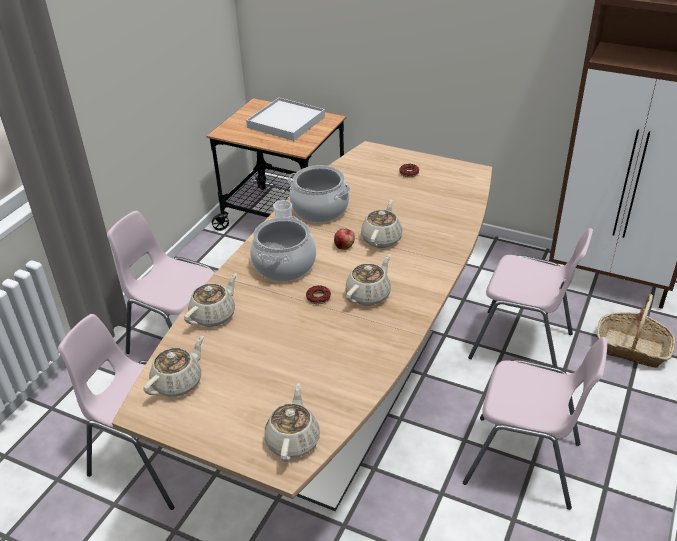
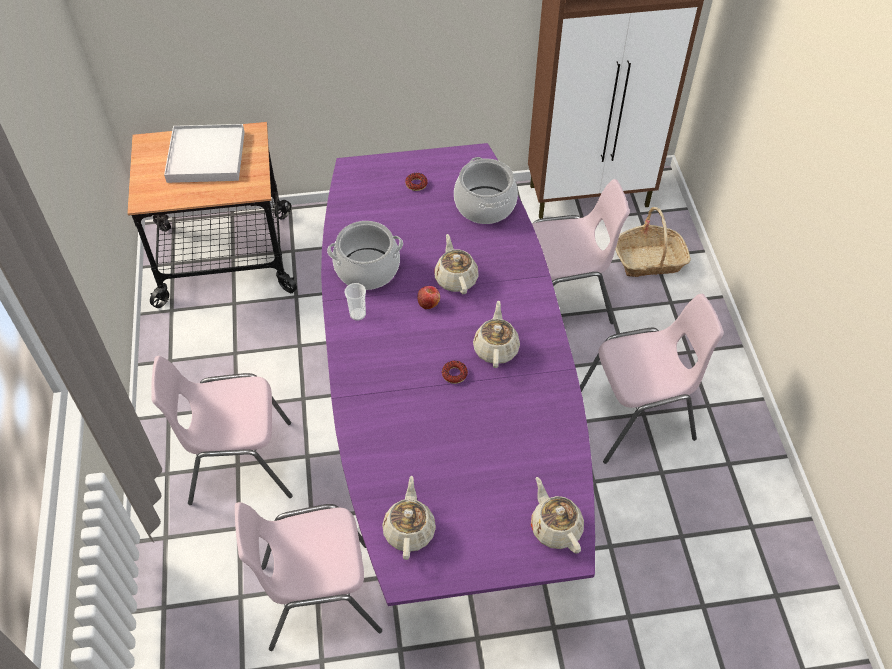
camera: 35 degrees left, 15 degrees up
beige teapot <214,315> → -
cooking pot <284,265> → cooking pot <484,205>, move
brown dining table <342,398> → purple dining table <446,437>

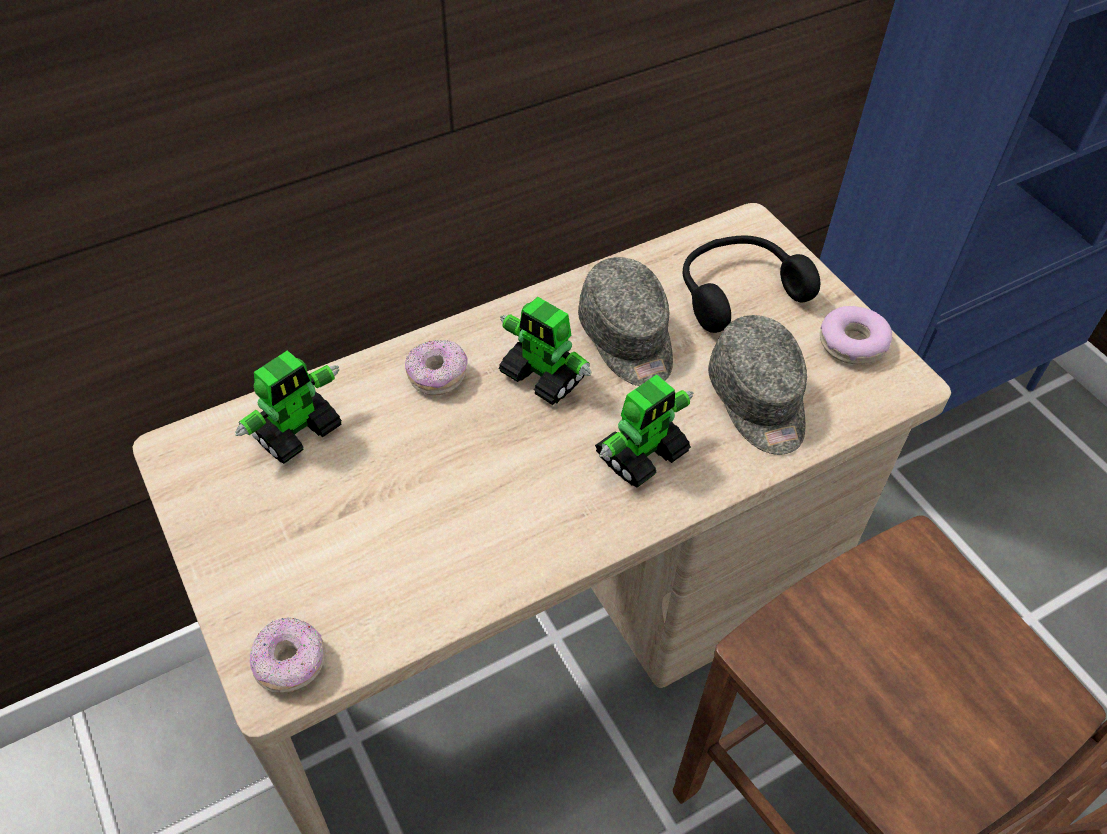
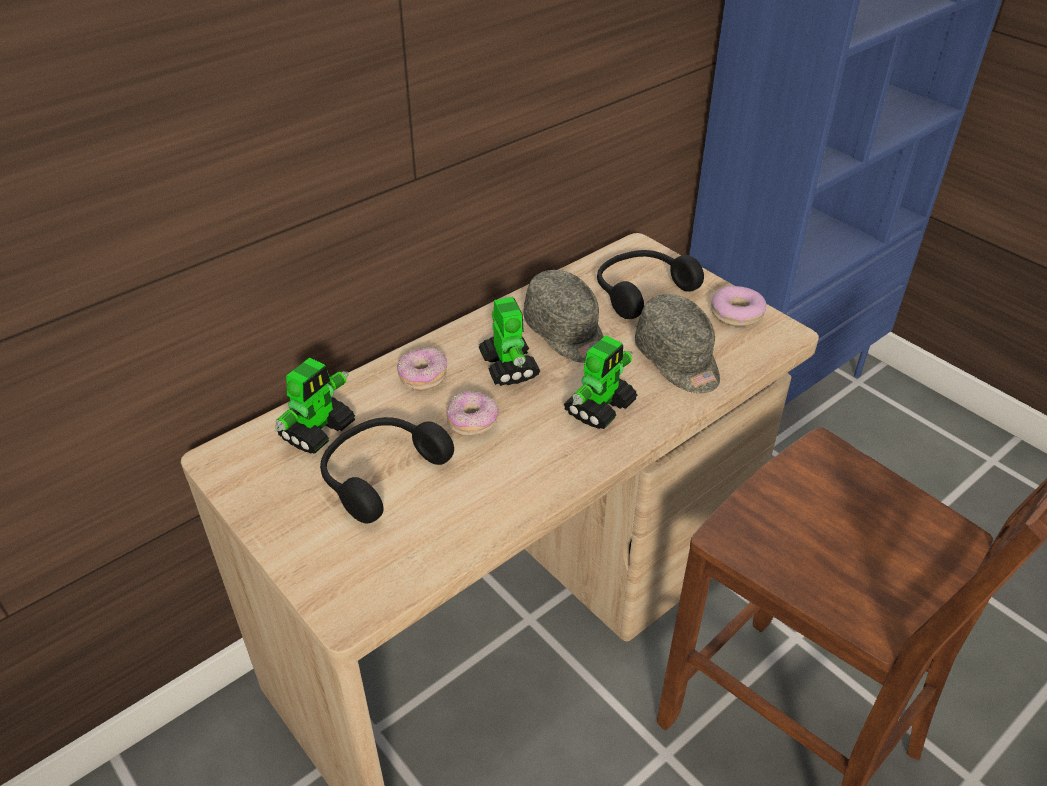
camera: 10 degrees left, 10 degrees down
- → black headphones <380,474>
donut <291,663> → donut <472,423>, move
toy robot <544,376> → toy robot <508,366>, 135 degrees counterclockwise

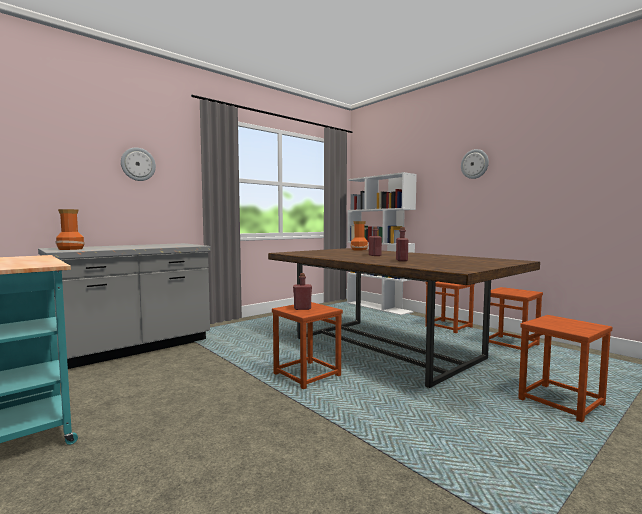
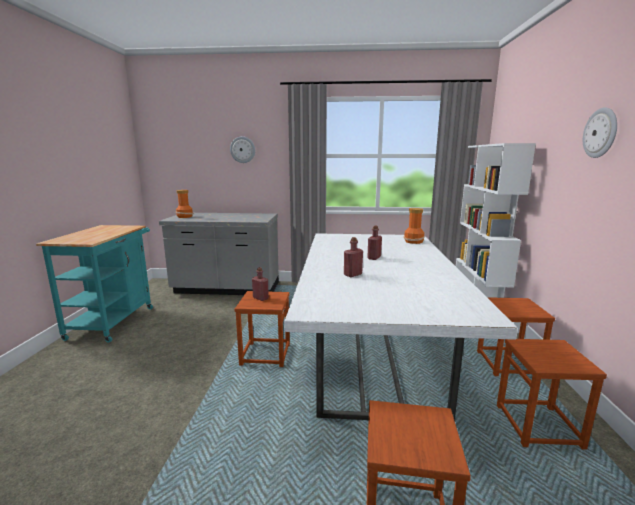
camera: 45 degrees right, 10 degrees up
brown dining table <386,348> → white dining table <374,359>

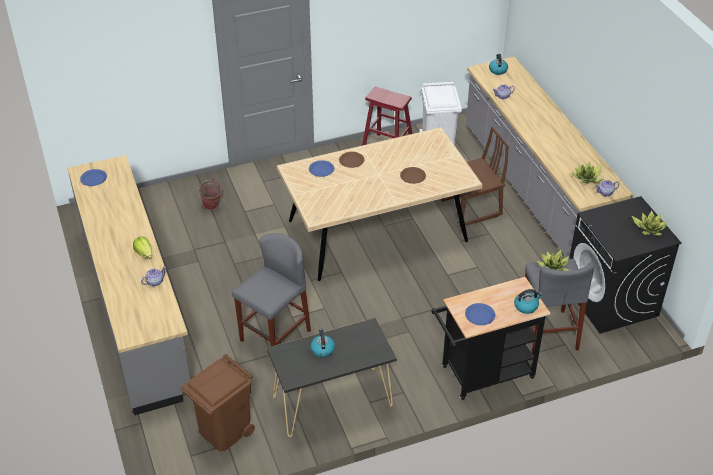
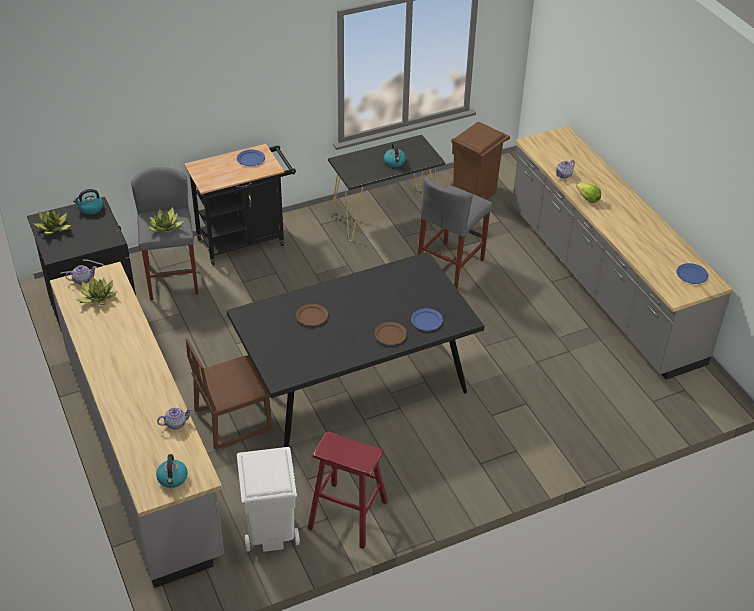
camera: 175 degrees right, 0 degrees up
bucket <211,207> → -
kettle <526,306> → kettle <90,209>, move
beige dining table <377,231> → black dining table <355,382>

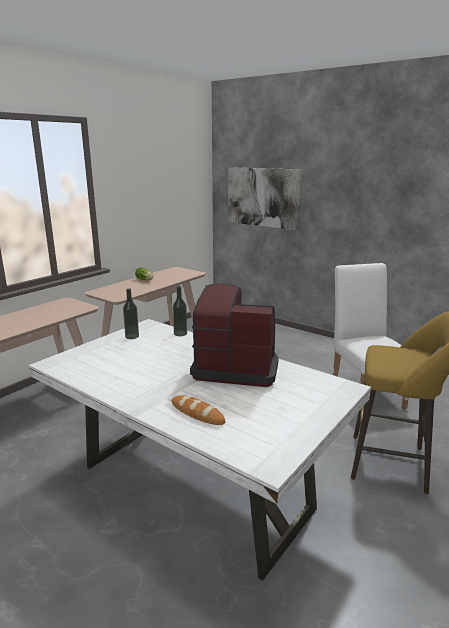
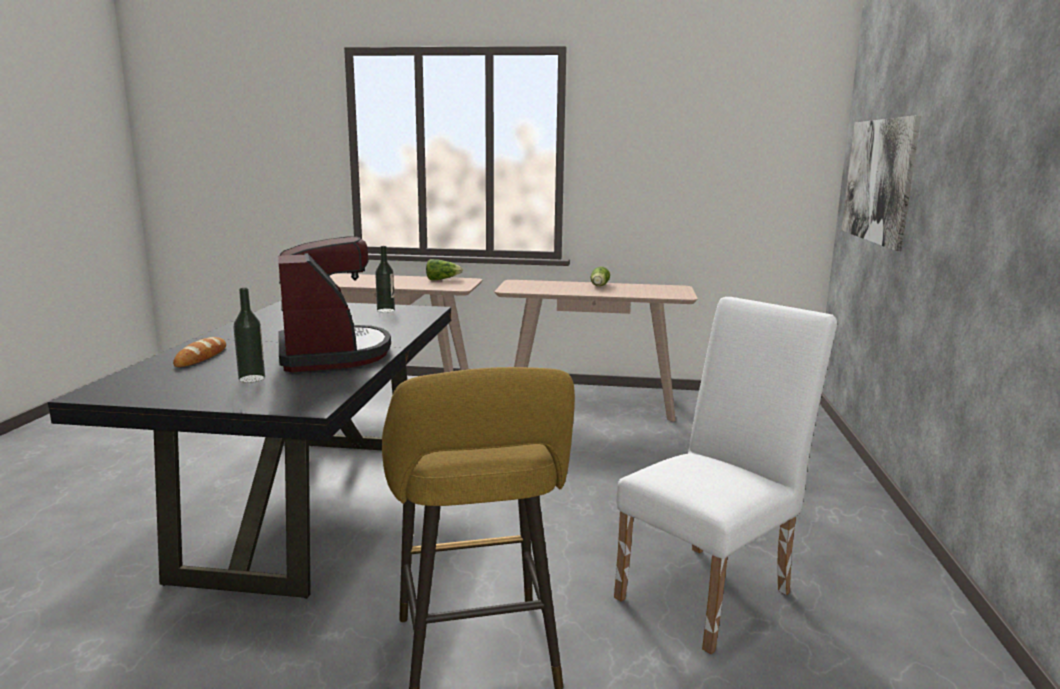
camera: 60 degrees right, 5 degrees down
- → lettuce <442,279>
bottle <180,333> → bottle <252,379>, move
white dining table <193,487> → black dining table <309,505>

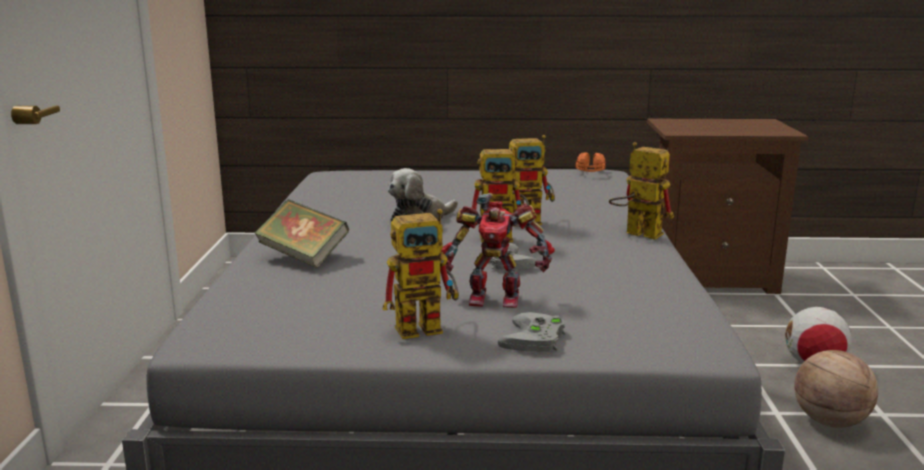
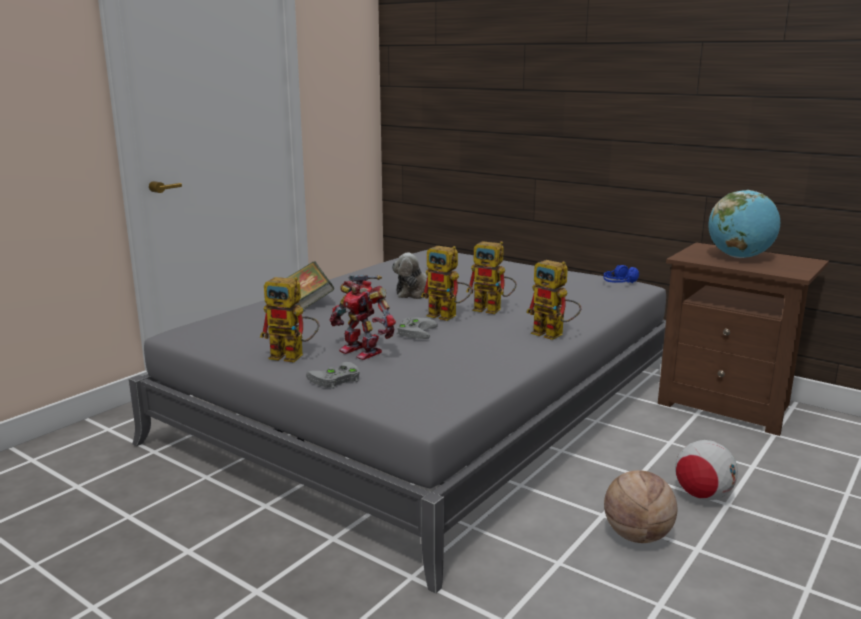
camera: 35 degrees right, 0 degrees up
- → globe <739,257>
orange headphones <590,172> → blue headphones <619,283>
toy robot <635,233> → toy robot <554,335>, 150 degrees clockwise

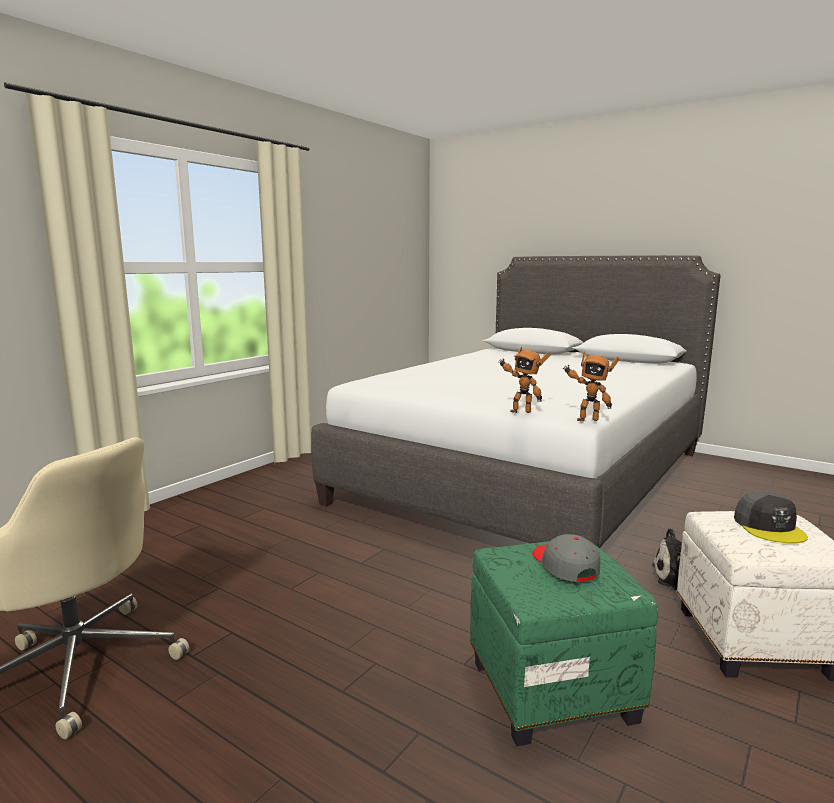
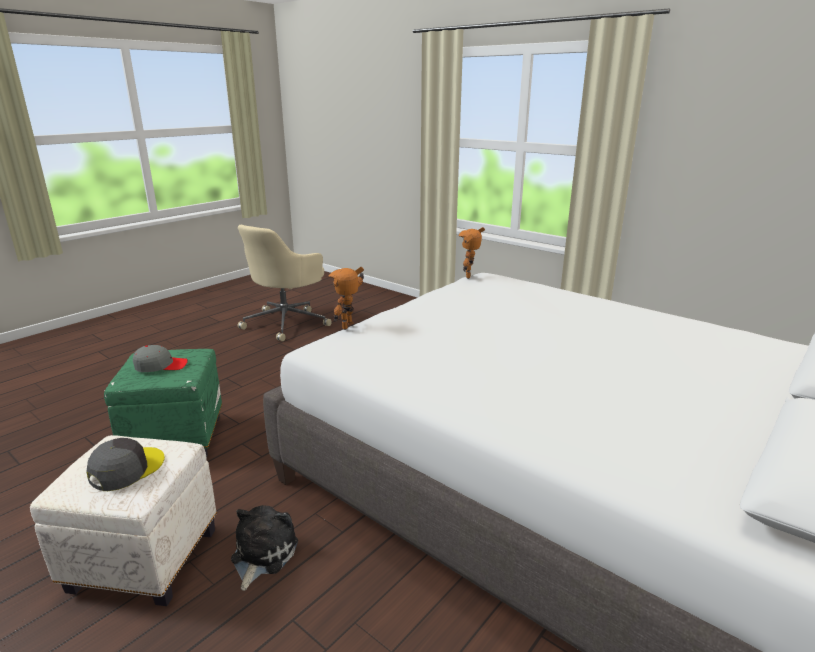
camera: 95 degrees right, 10 degrees up
toy robot <586,419> → toy robot <470,276>, move
grey cap <769,527> → grey cap <126,469>, 120 degrees clockwise

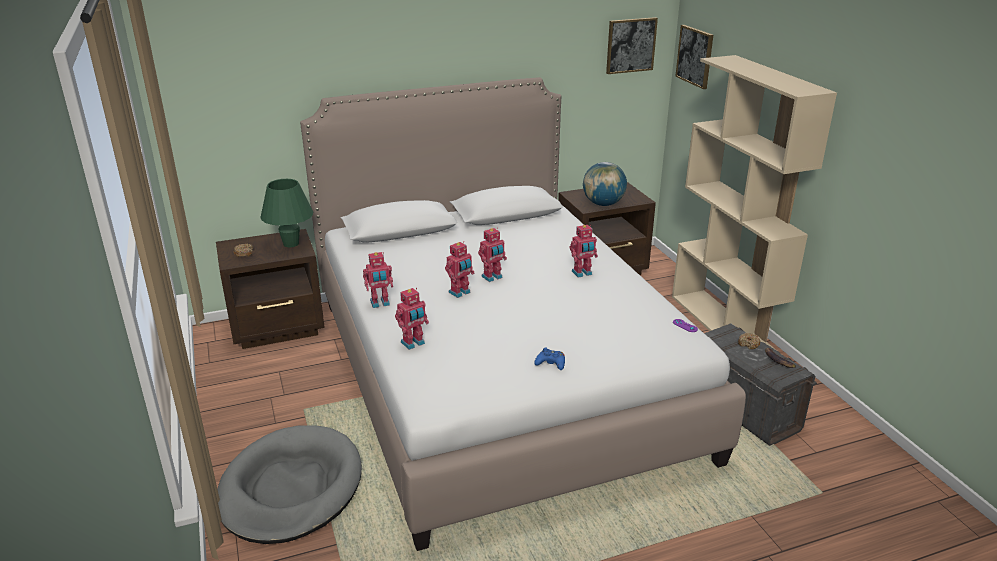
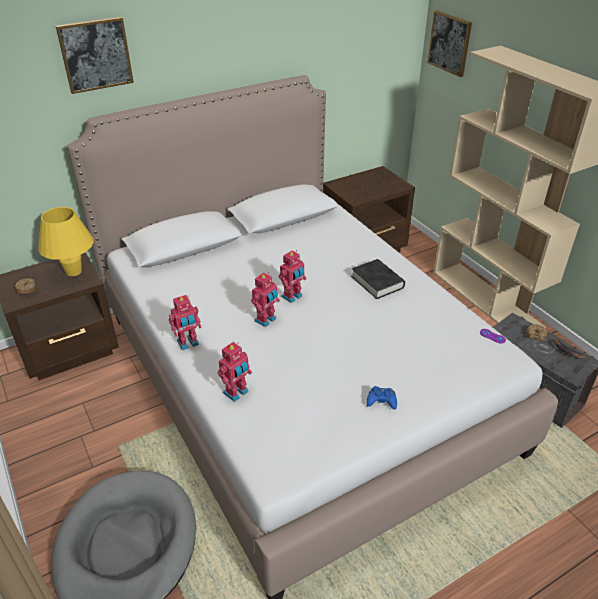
camera: 10 degrees left, 10 degrees up
globe <603,204> → -
picture <630,45> → picture <95,55>, move
toy robot <582,273> → black book <377,282>
green table lamp <291,244> → yellow table lamp <74,271>

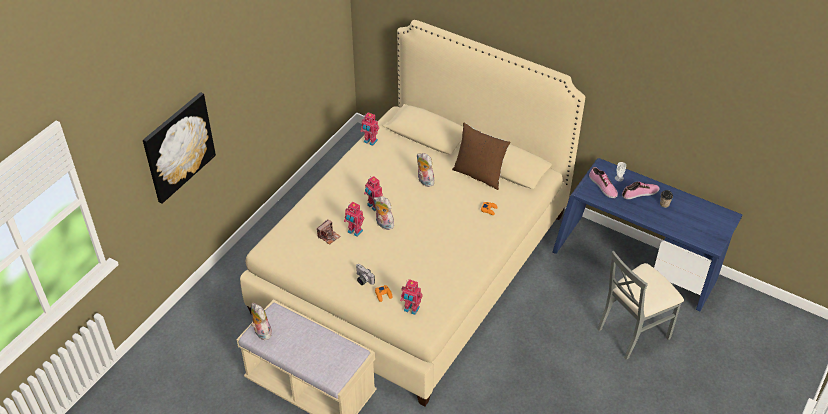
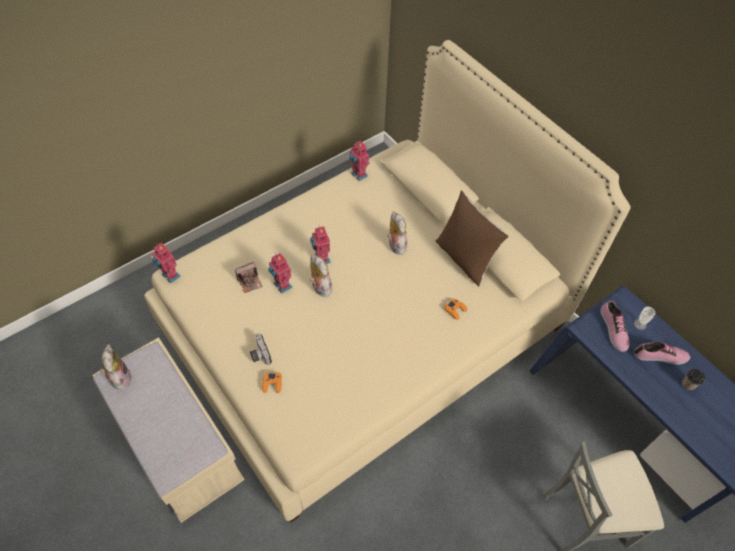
camera: 20 degrees right, 10 degrees up
picture <178,147> → -
toy robot <411,309> → toy robot <170,276>, move

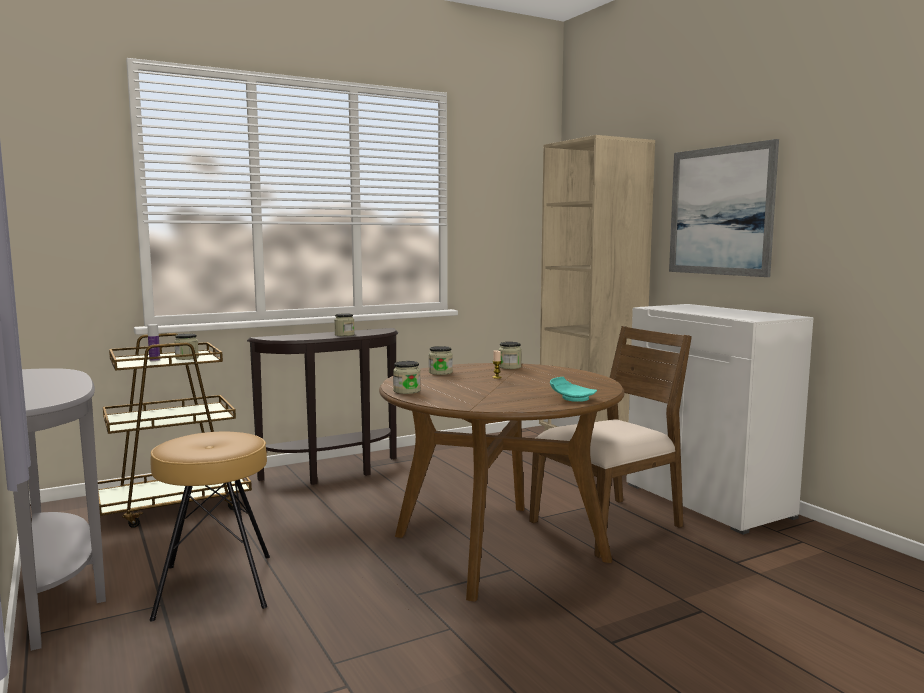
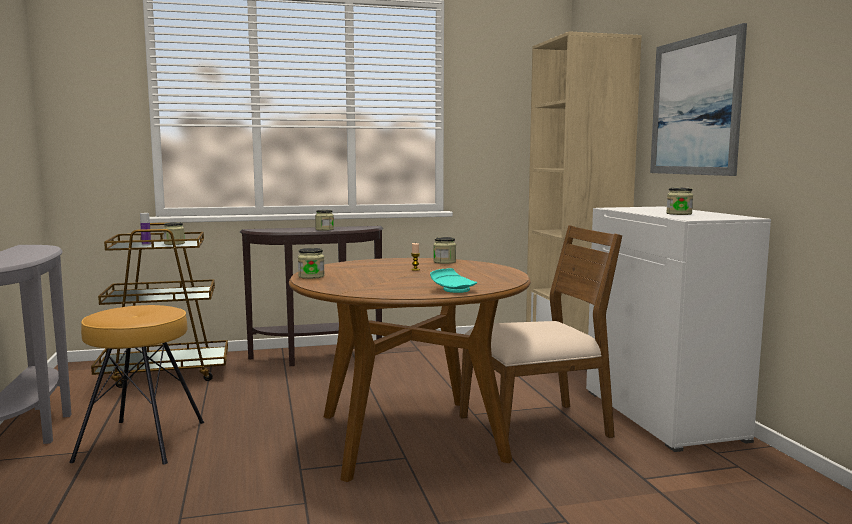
camera: 15 degrees right, 0 degrees up
jar <440,372> → jar <679,214>, move

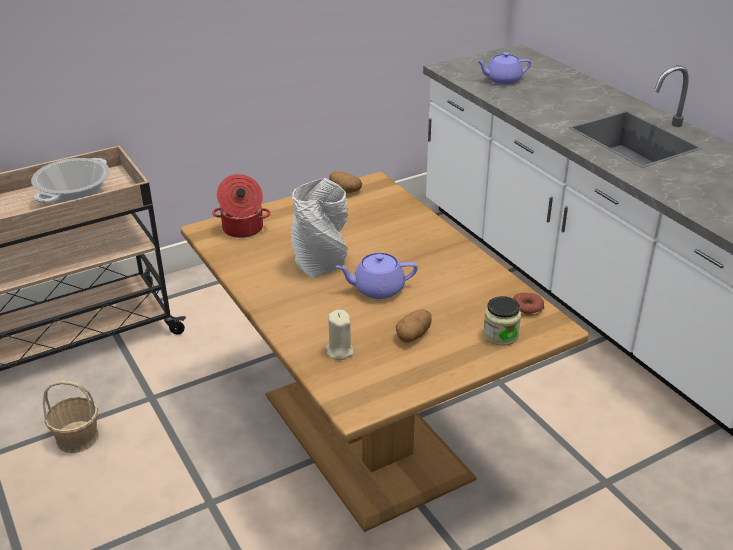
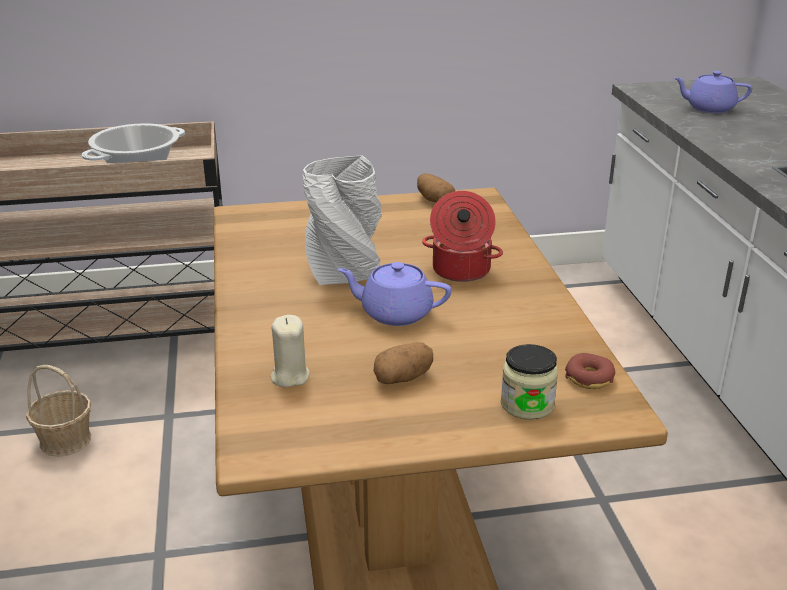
camera: 20 degrees right, 5 degrees down
cooking pot <242,229> → cooking pot <460,271>, move

